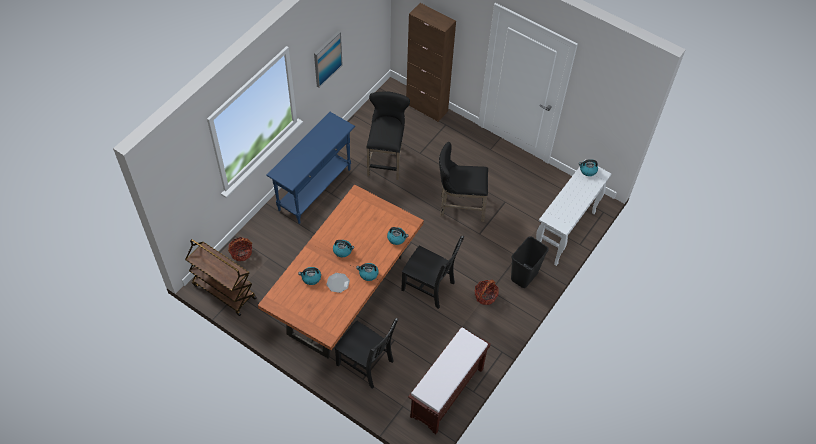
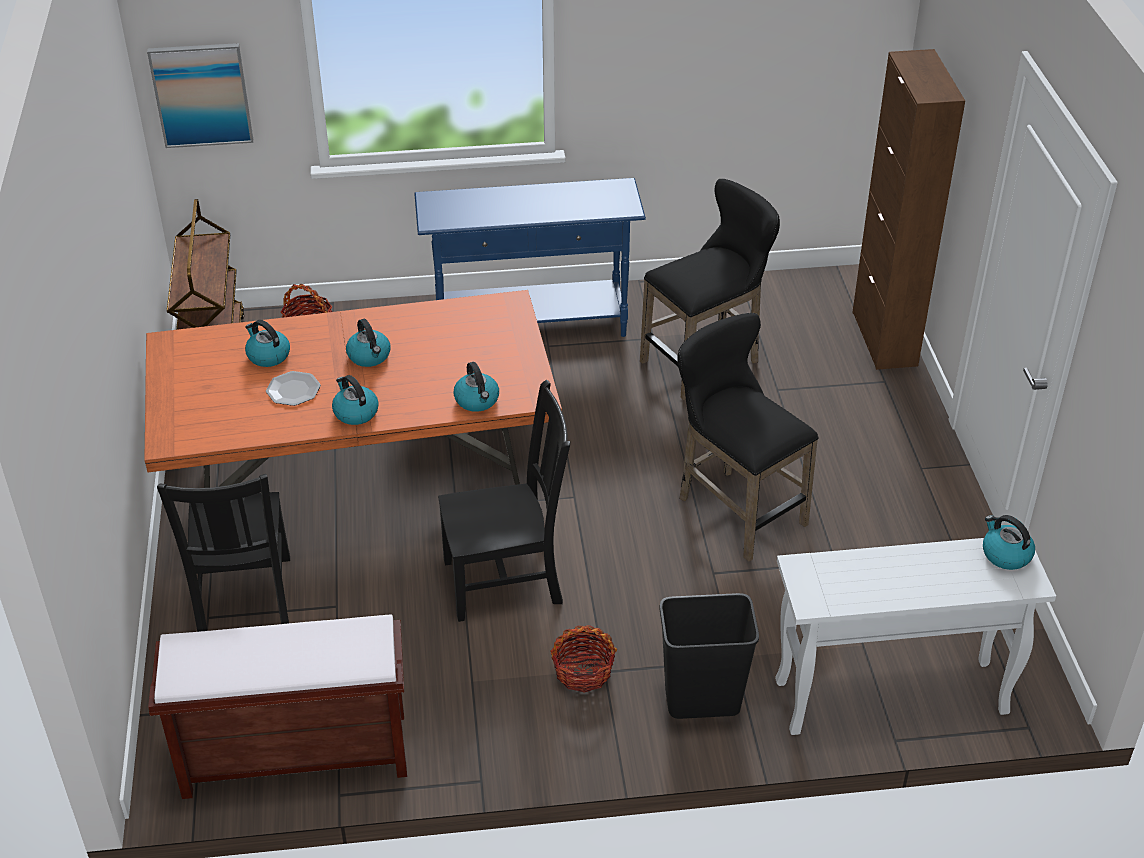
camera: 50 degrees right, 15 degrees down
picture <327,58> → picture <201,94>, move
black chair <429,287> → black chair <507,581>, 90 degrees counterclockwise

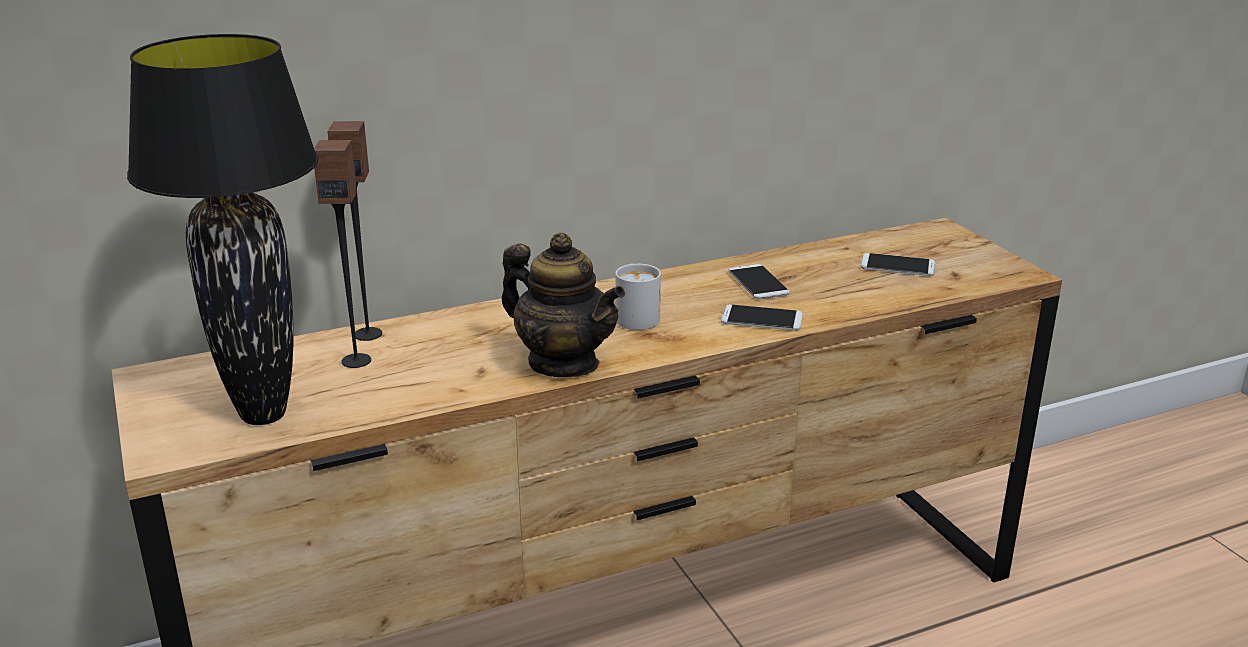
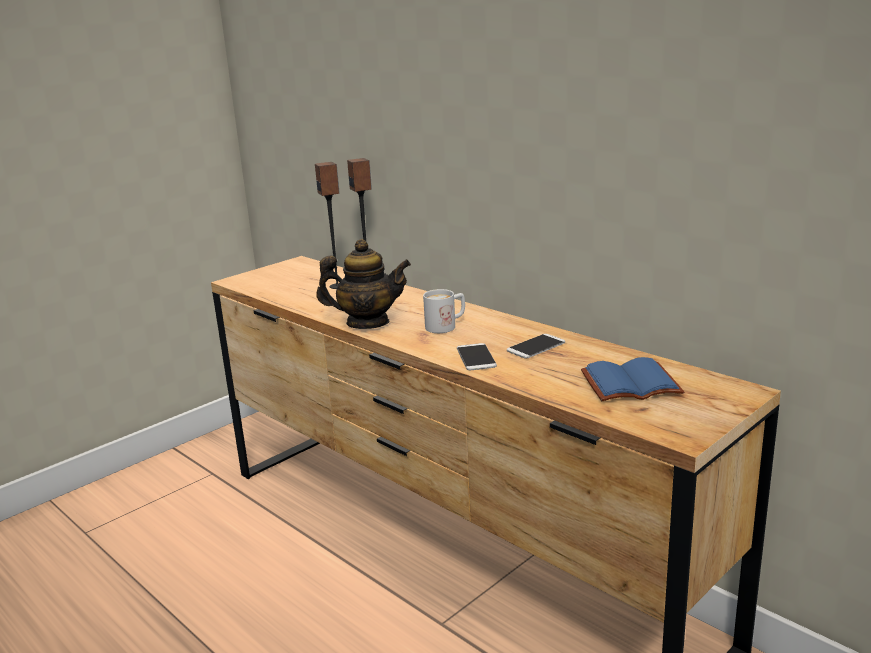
camera: 70 degrees right, 5 degrees down
black table lamp <264,414> → -
phone <897,266> → blue book <630,385>
teapot <563,363> → teapot <367,323>, 105 degrees counterclockwise

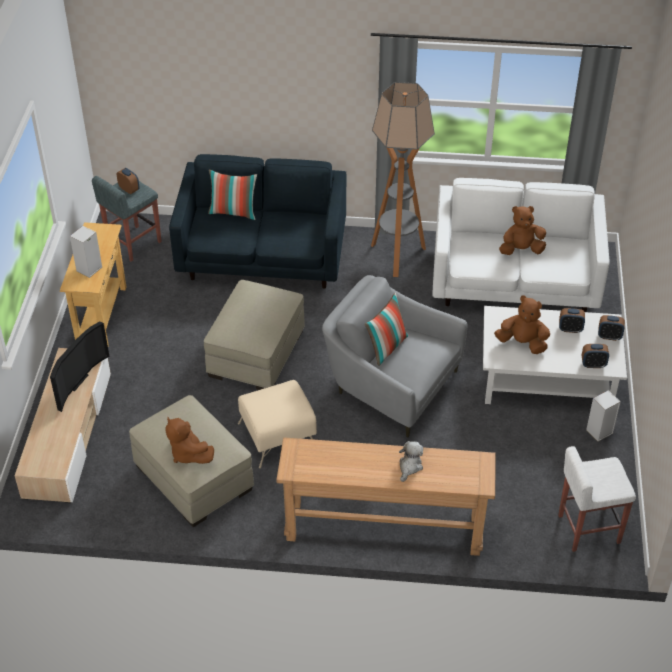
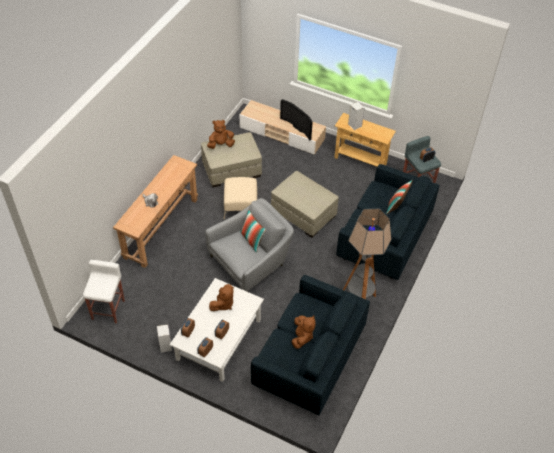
camera: 110 degrees right, 5 degrees up
white sofa <514,281> → blue sofa <308,359>

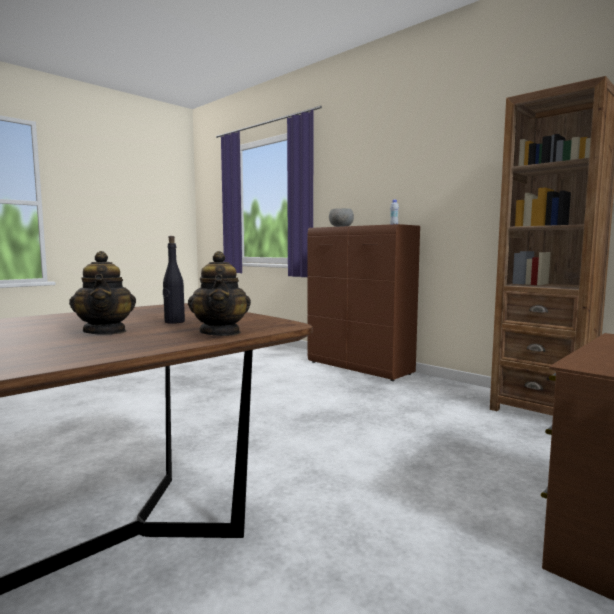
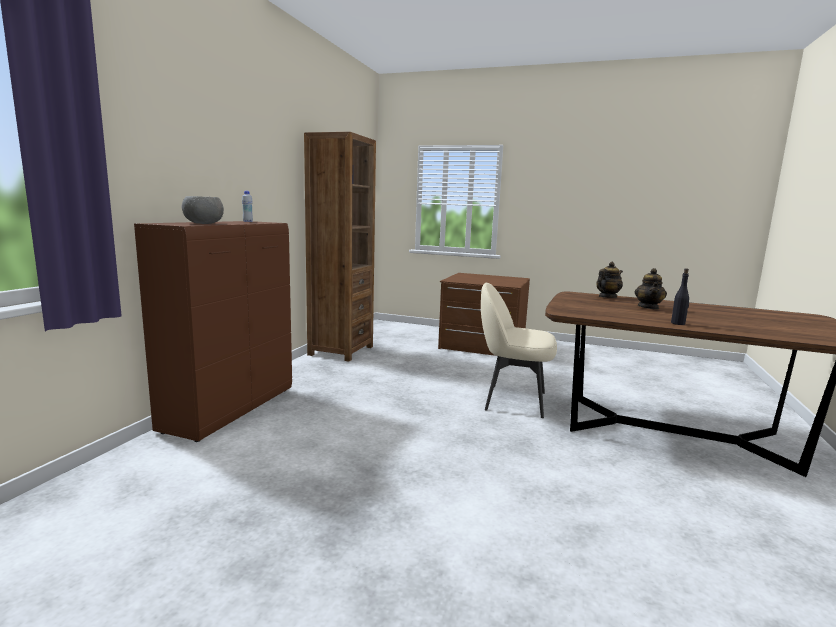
camera: 115 degrees left, 5 degrees up
- → beige chair <513,400>
black bottle <174,322> → black bottle <678,323>, move
teapot <106,332> → teapot <648,307>, 150 degrees clockwise

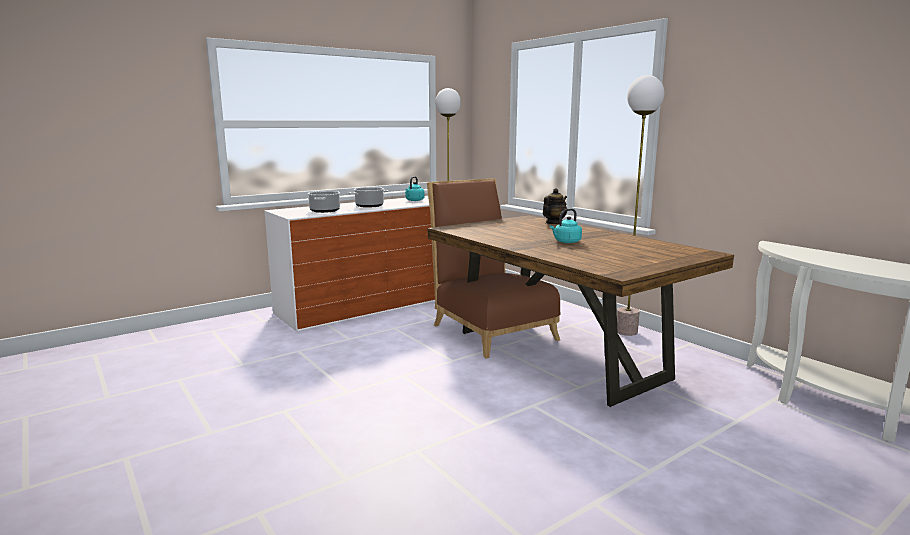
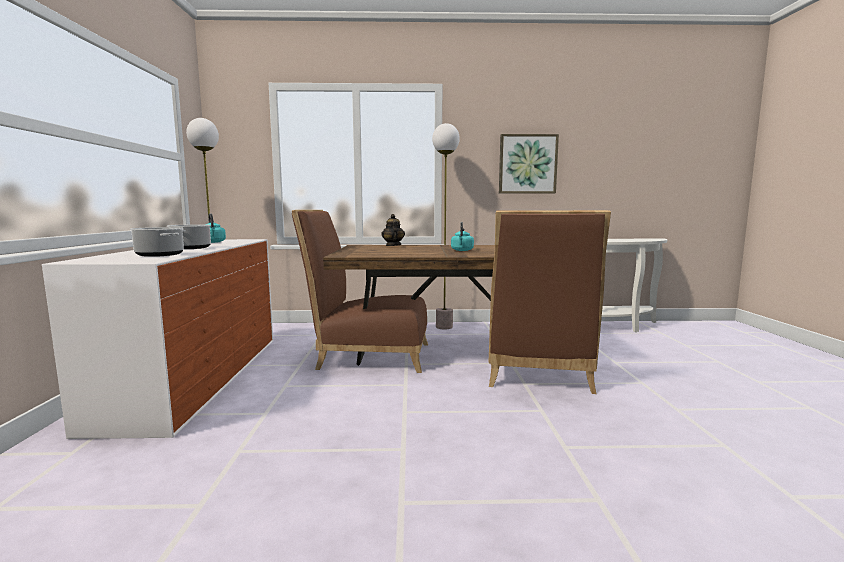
camera: 55 degrees left, 5 degrees down
- → brown chair <537,372>
- → picture <527,164>

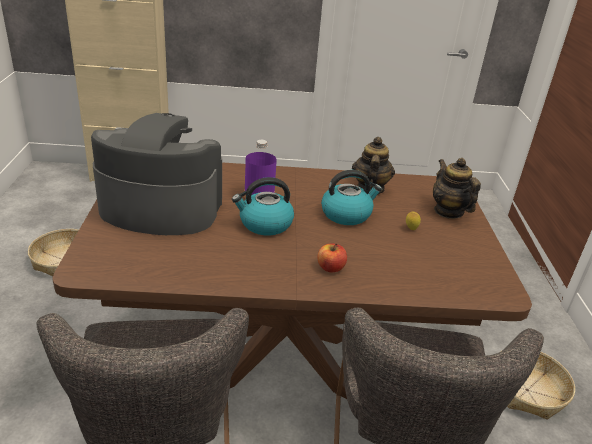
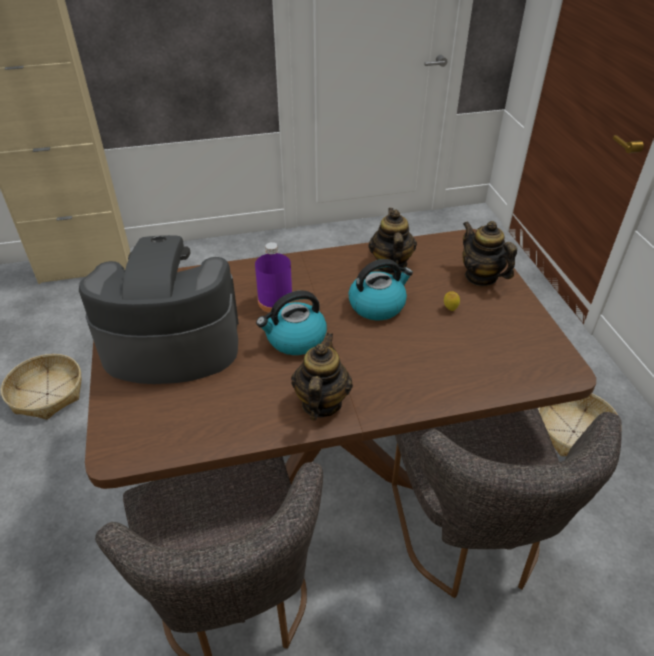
camera: 10 degrees left, 10 degrees up
apple <330,268> → -
- → teapot <321,403>

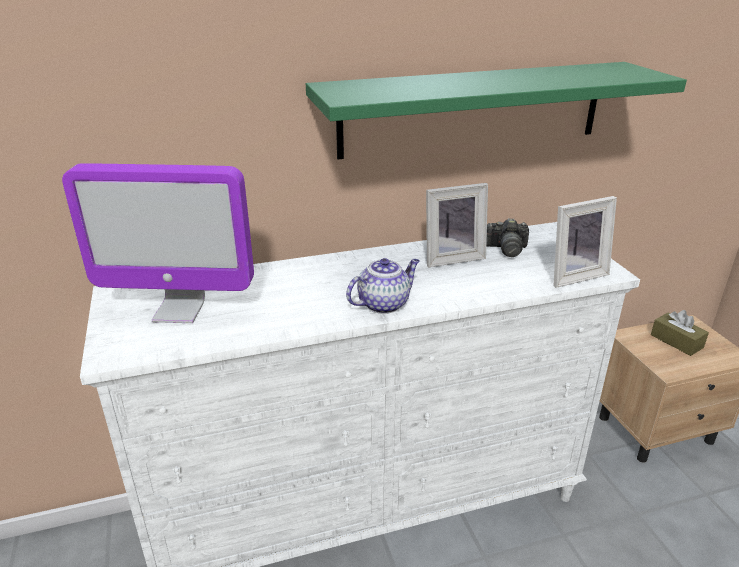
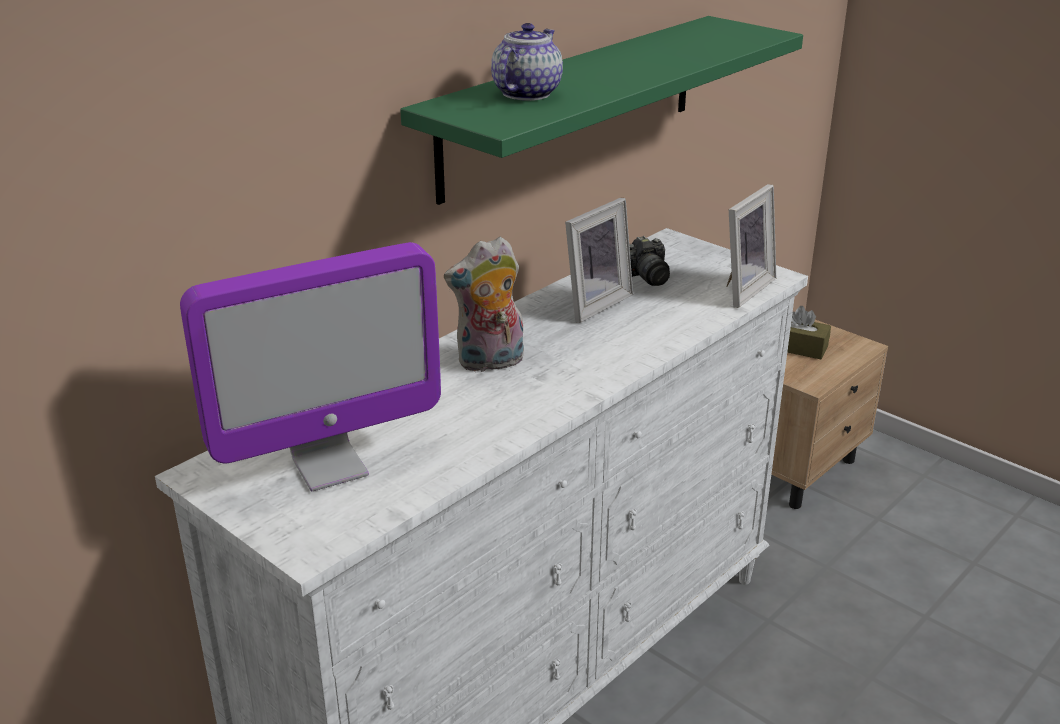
camera: 30 degrees left, 0 degrees up
- → plush toy <490,363>
teapot <384,303> → teapot <527,93>, move

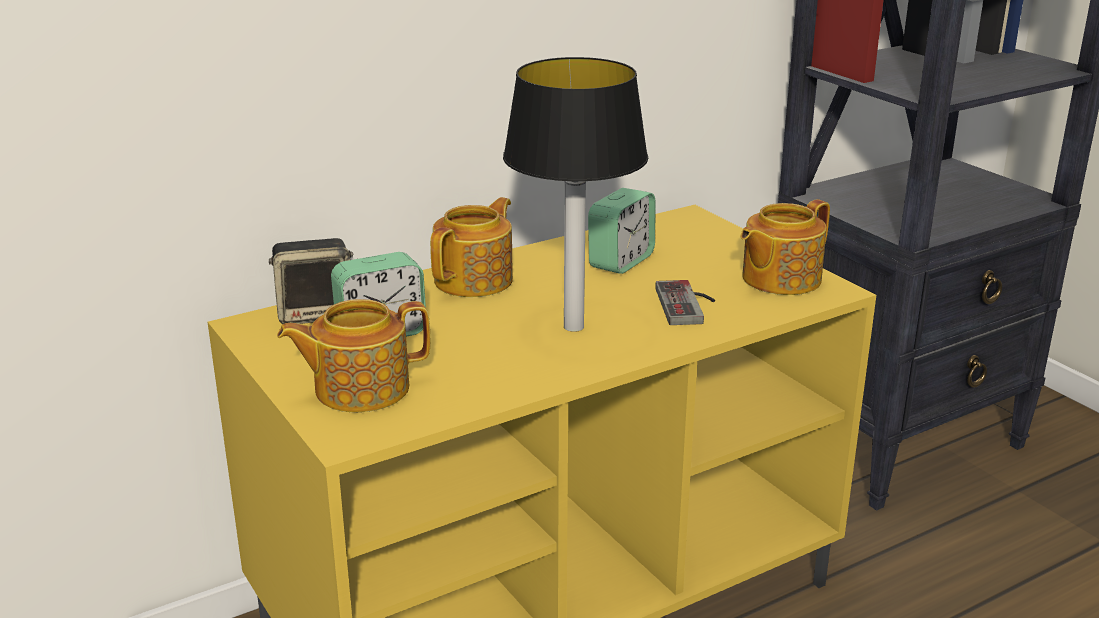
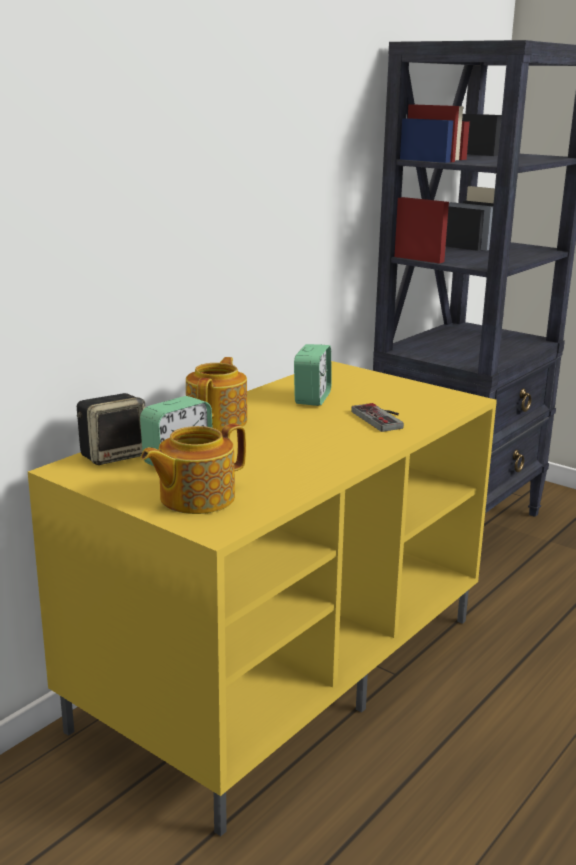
camera: 20 degrees left, 5 degrees down
table lamp <574,327> → -
teapot <779,279> → -

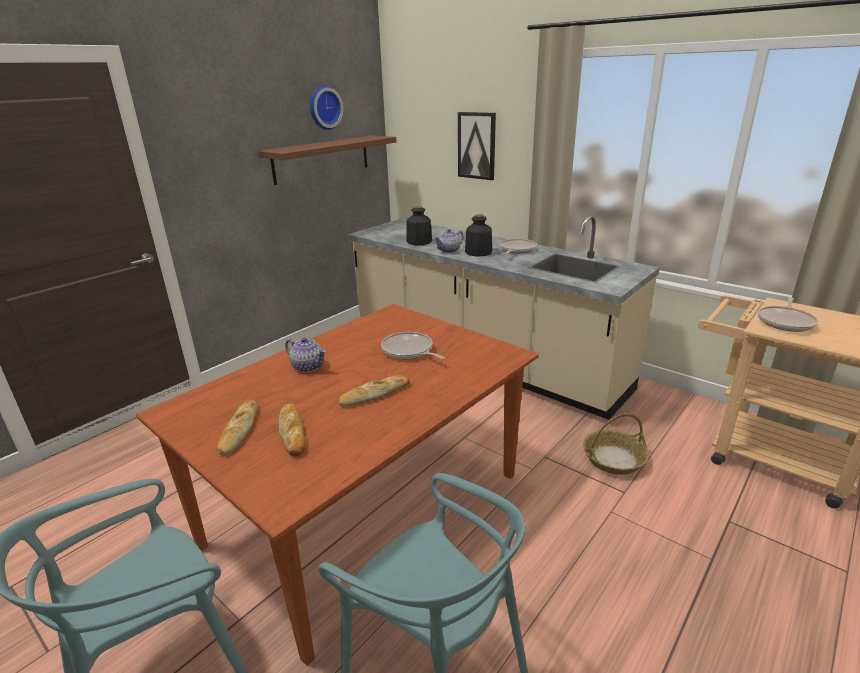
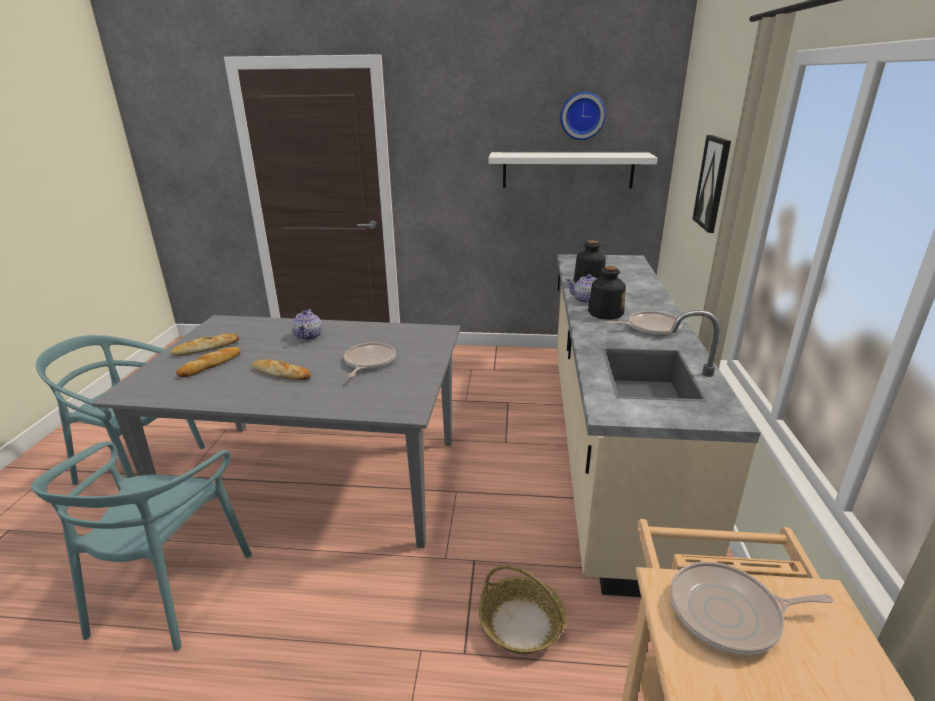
camera: 55 degrees right, 0 degrees up
brown dining table <366,507> → grey dining table <320,478>
brown shelf <322,159> → white shelf <567,170>

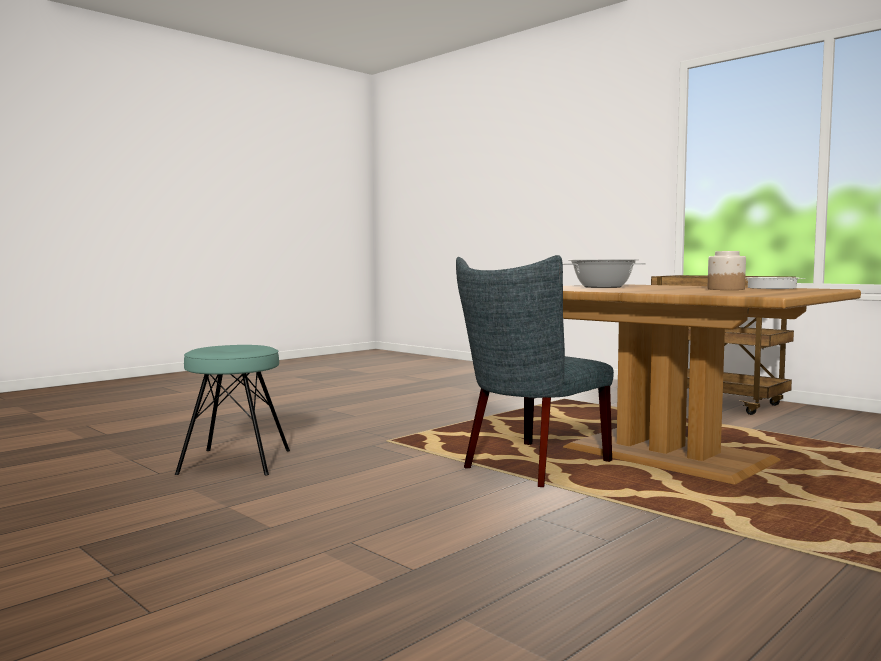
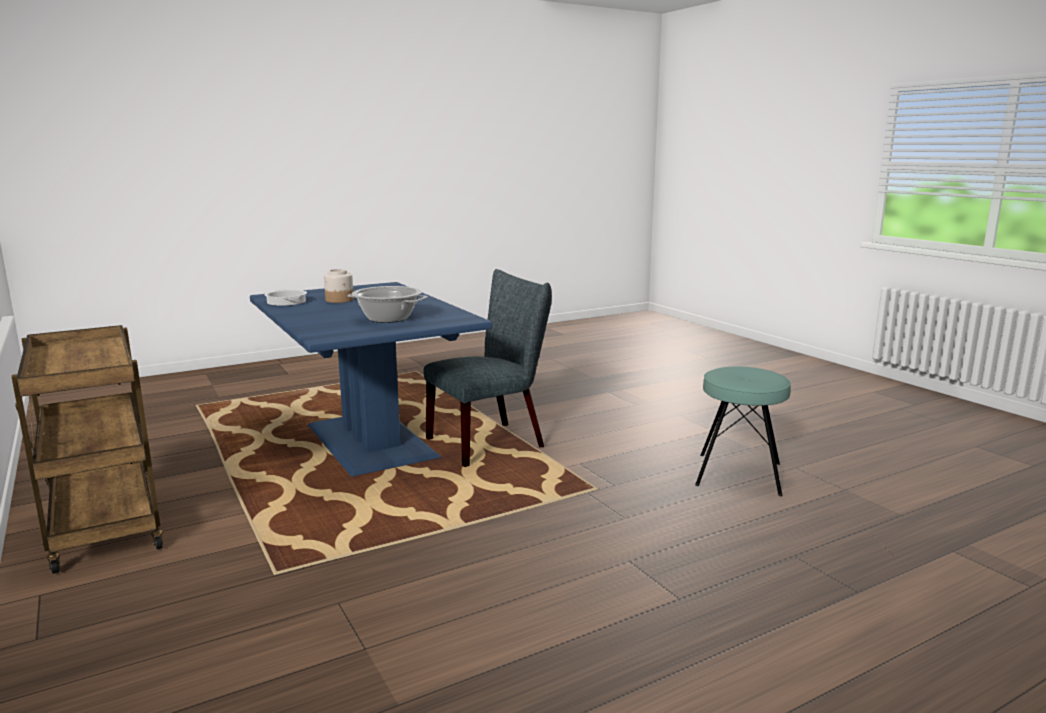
camera: 165 degrees left, 10 degrees up
brown dining table <668,454> → blue dining table <369,442>

